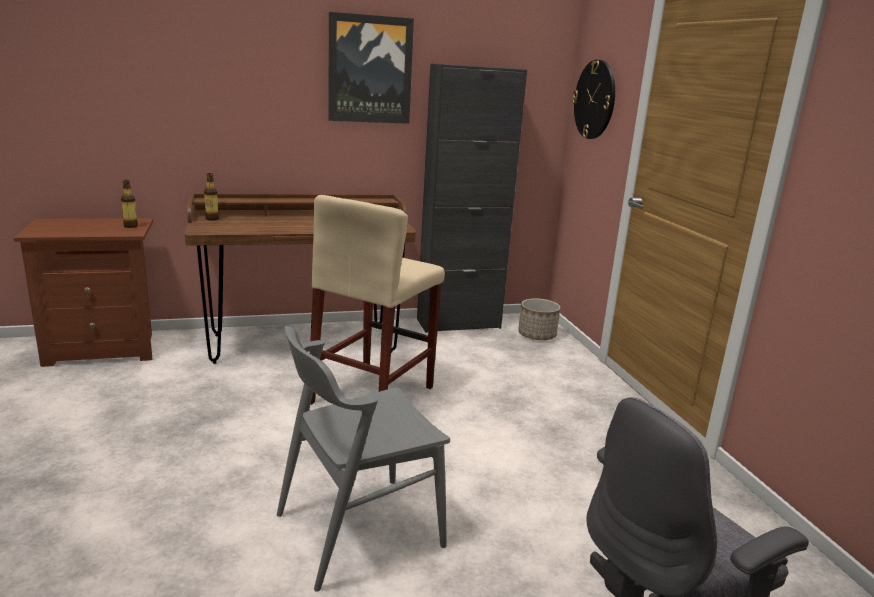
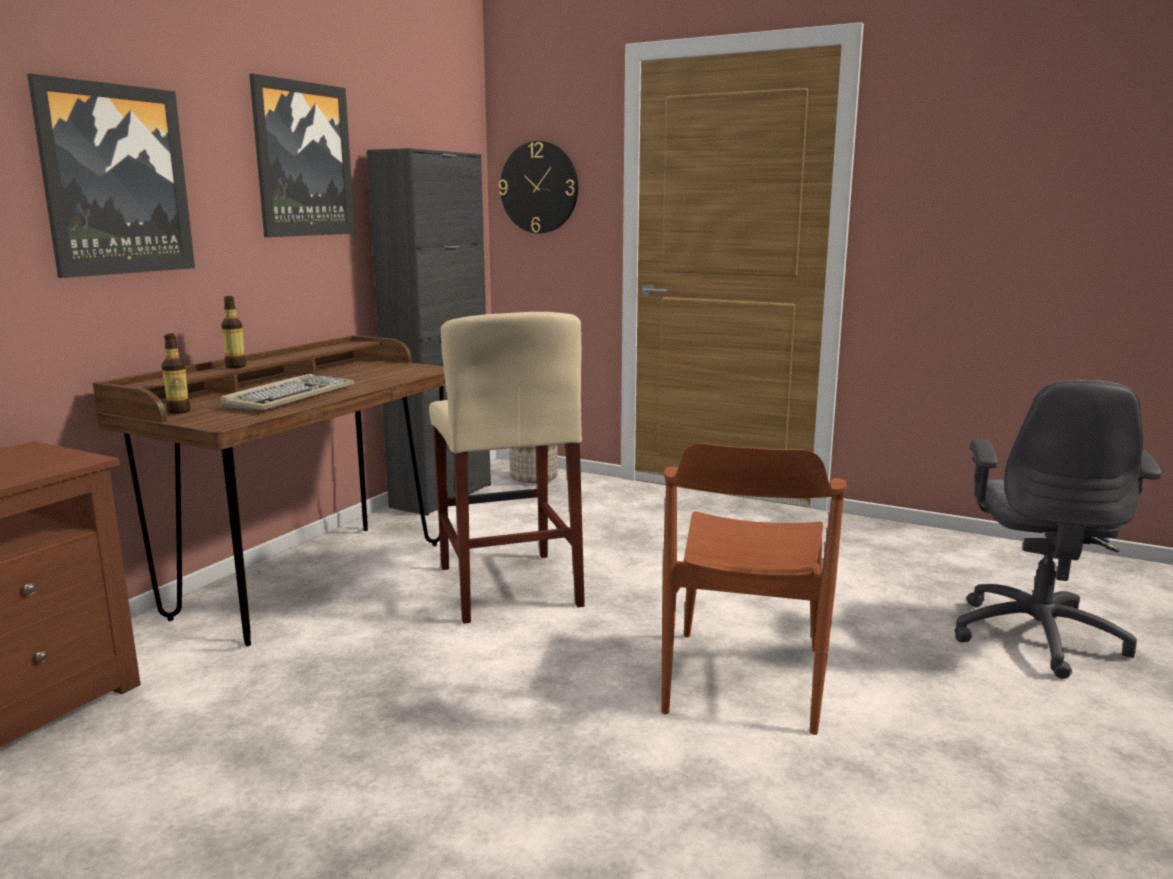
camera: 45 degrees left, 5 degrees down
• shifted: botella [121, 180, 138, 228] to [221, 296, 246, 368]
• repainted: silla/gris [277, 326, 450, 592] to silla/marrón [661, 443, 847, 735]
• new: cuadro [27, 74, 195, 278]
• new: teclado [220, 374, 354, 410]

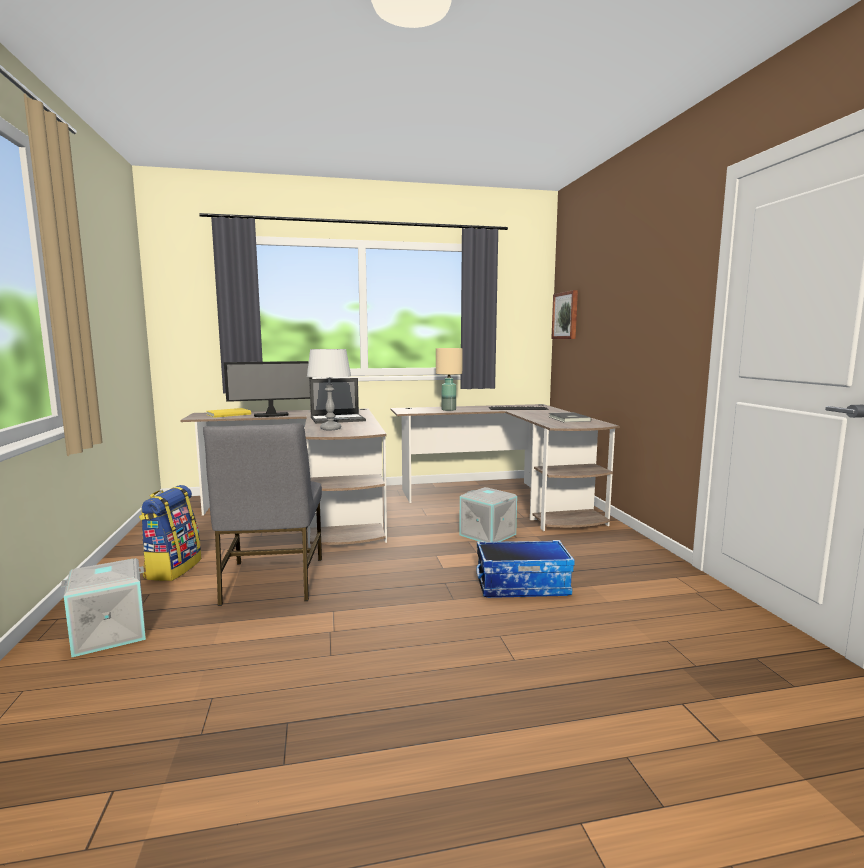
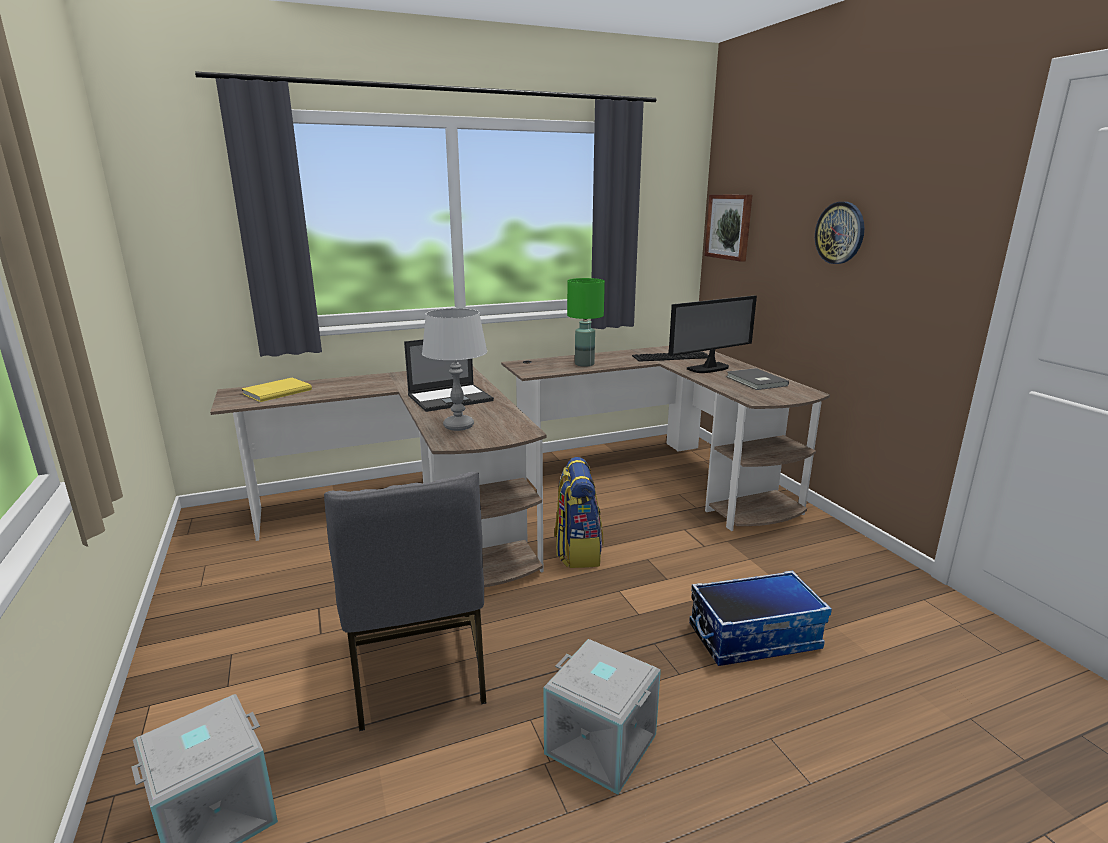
camera: 10 degrees left, 10 degrees up
• shifted: mochila [139, 485, 201, 581] to [554, 457, 603, 568]
• shifted: monitor [224, 361, 312, 417] to [669, 295, 757, 373]
• repainted: lámpara de mesa/beis [436, 348, 463, 411] to lámpara de mesa/verde [567, 278, 605, 367]
• shifted: caja de almacenaje/gris [459, 487, 517, 542] to [544, 639, 661, 795]
• new: reloj de pared [815, 202, 864, 264]

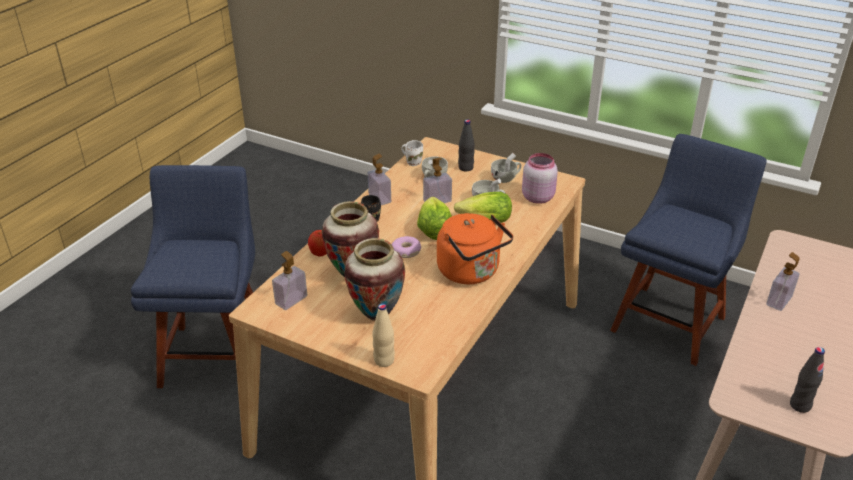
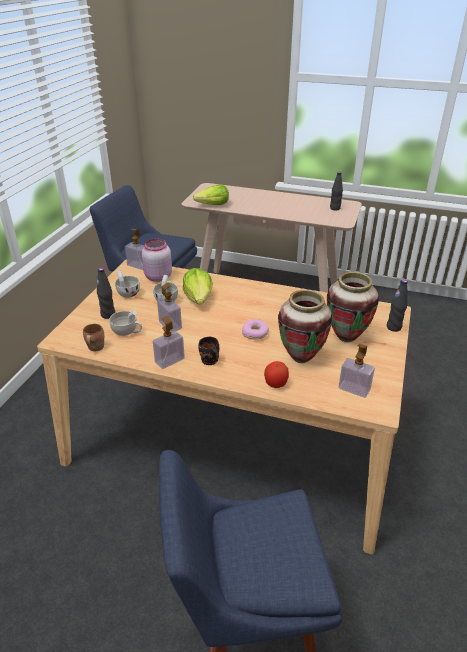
camera: 100 degrees left, 0 degrees up
• repainted: botella/beis [372, 303, 395, 367] to botella/negro [387, 279, 408, 332]
• repainted: taza grande/blanco [401, 140, 423, 166] to taza grande/marrón [83, 324, 104, 351]
• shifted: lechuga [417, 197, 452, 240] to [193, 185, 229, 205]
• gone: hervidor/naranja [437, 213, 513, 284]
• shifted: dispensador de jabón [766, 252, 800, 311] to [125, 229, 144, 270]

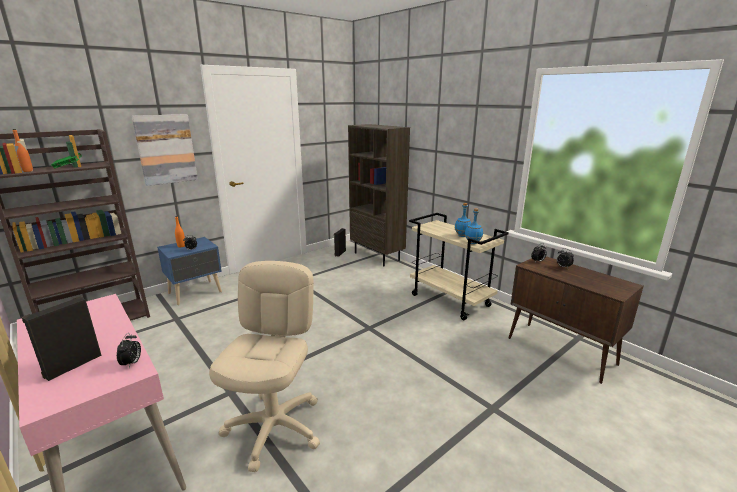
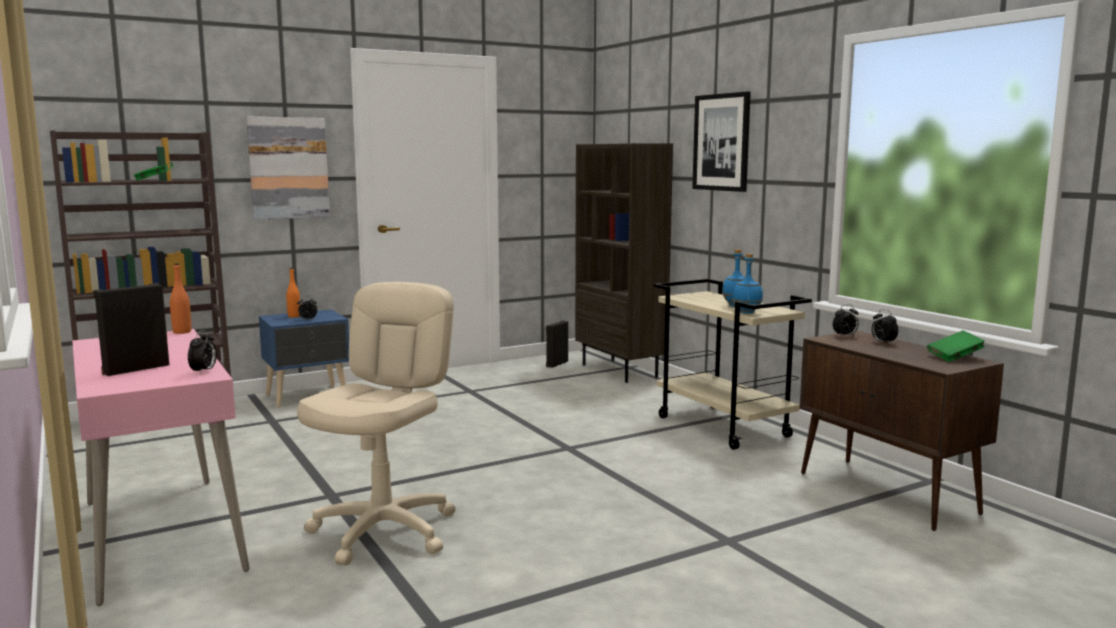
camera: 10 degrees right, 10 degrees down
• shifted: botella/naranja [13, 129, 33, 172] to [170, 263, 191, 334]
• new: cuadro [692, 91, 751, 192]
• new: libro/verde [927, 330, 985, 362]

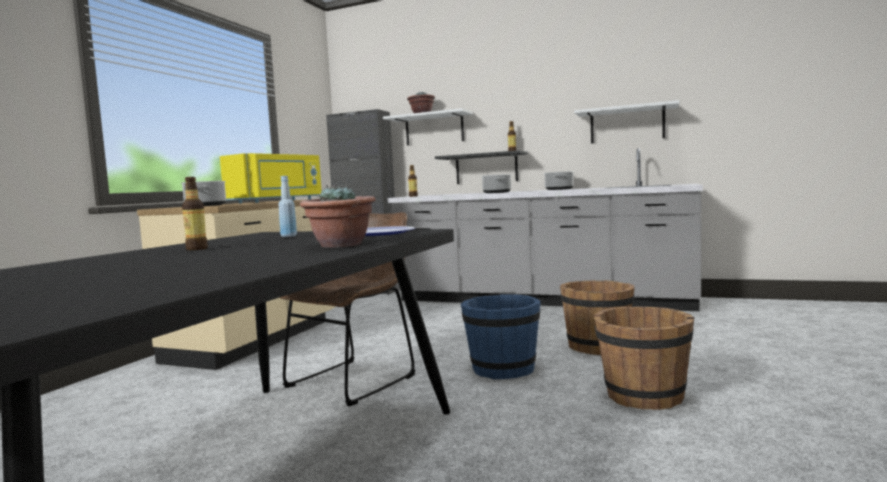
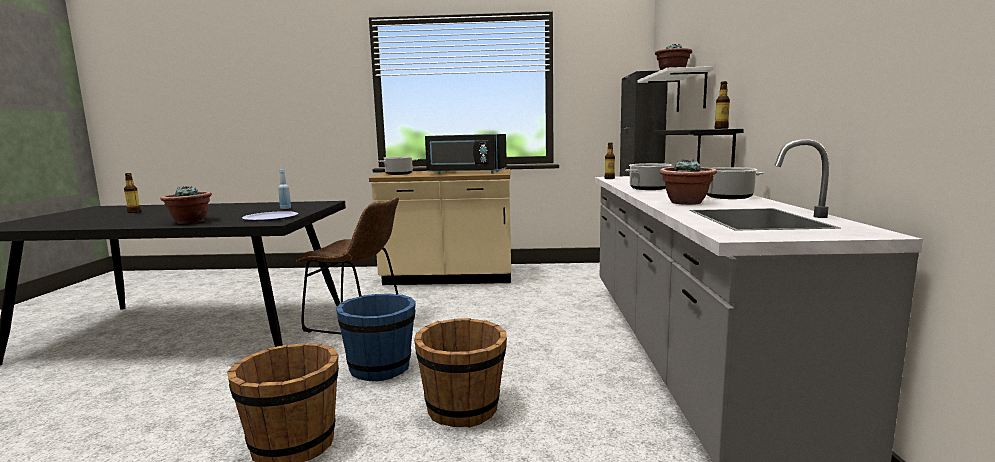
camera: 70 degrees right, 5 degrees up
• shifted: botella [182, 177, 208, 250] to [124, 173, 141, 213]
• repainted: microondas/amarillo [220, 153, 321, 203] to microondas/negro [425, 134, 507, 174]
• gone: estante/blanco [574, 100, 679, 144]
• new: planta en maceta [660, 159, 717, 205]

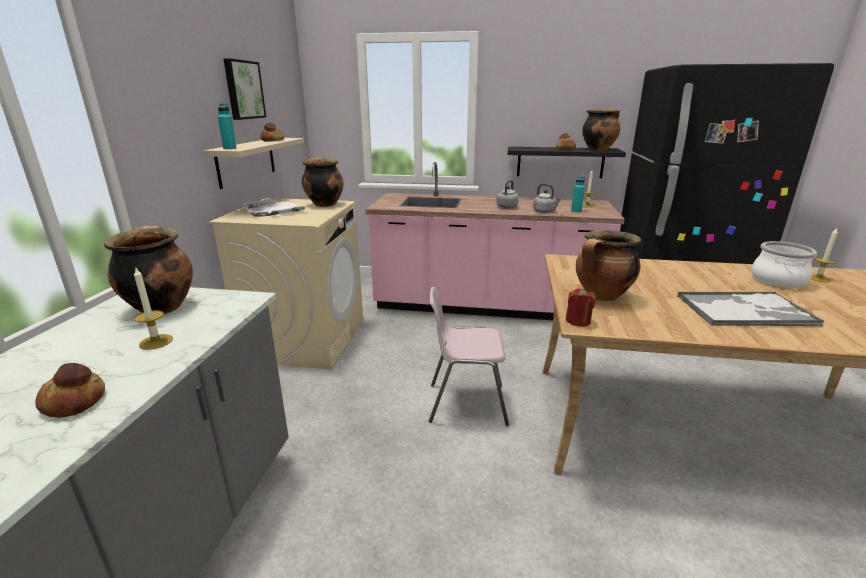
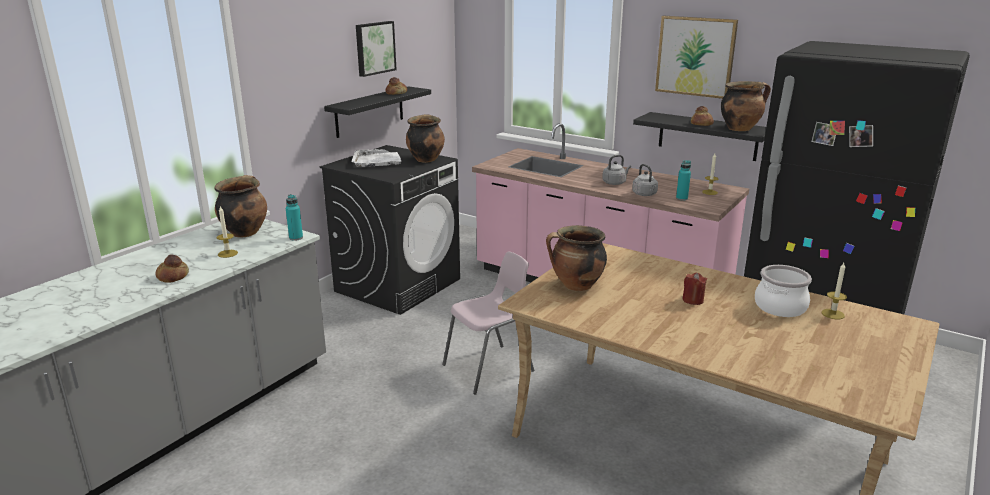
camera: 25 degrees right, 0 degrees up
• repainted: estante/beis [204, 138, 304, 189] to estante/negro [324, 86, 431, 138]
• repainted: lavadora/beis [209, 198, 363, 370] to lavadora/negro [319, 145, 460, 315]
• shifted: botella/turquesa [218, 103, 237, 149] to [286, 194, 303, 241]
• rotated: silla/rosa [429, 287, 509, 426] = [442, 251, 534, 394] 120 degrees clockwise
• shifted: vela/rojo [566, 288, 596, 327] to [682, 273, 707, 305]
• gone: bandeja [677, 291, 824, 326]
• new: cuadro [655, 16, 738, 99]

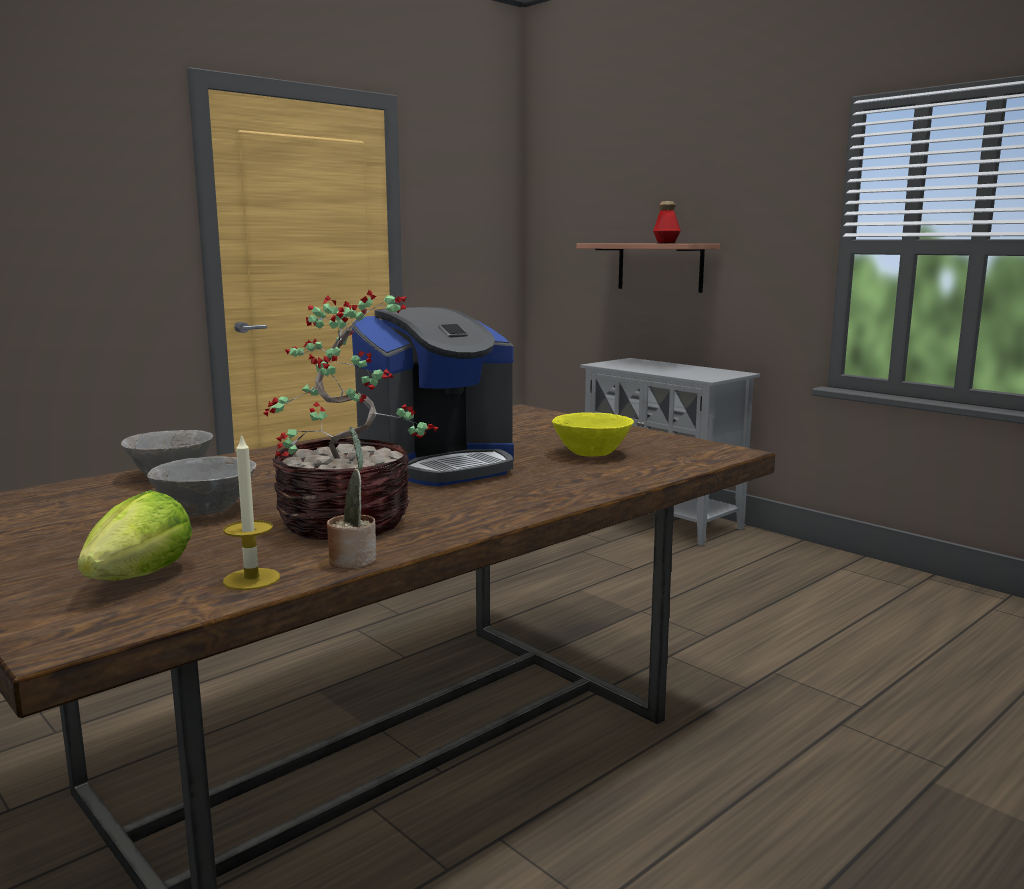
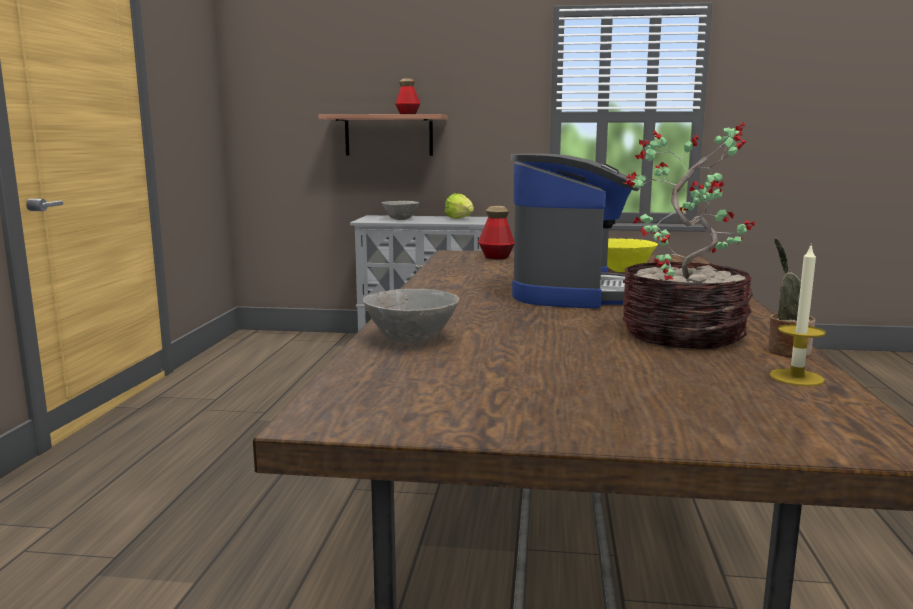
camera: 40 degrees left, 0 degrees up
• shifted: lechuga [78, 490, 192, 580] to [445, 193, 474, 219]
• shifted: cuenco/gris [147, 456, 257, 516] to [381, 201, 419, 220]
• new: botella [478, 206, 514, 259]

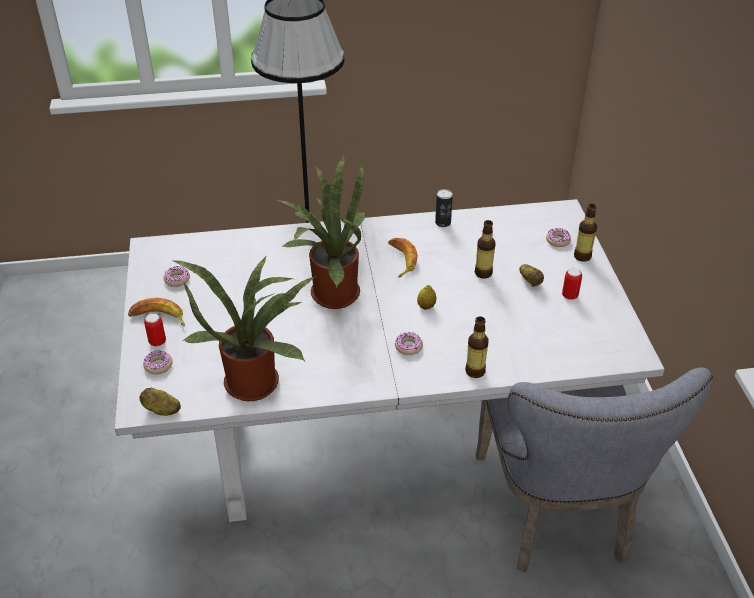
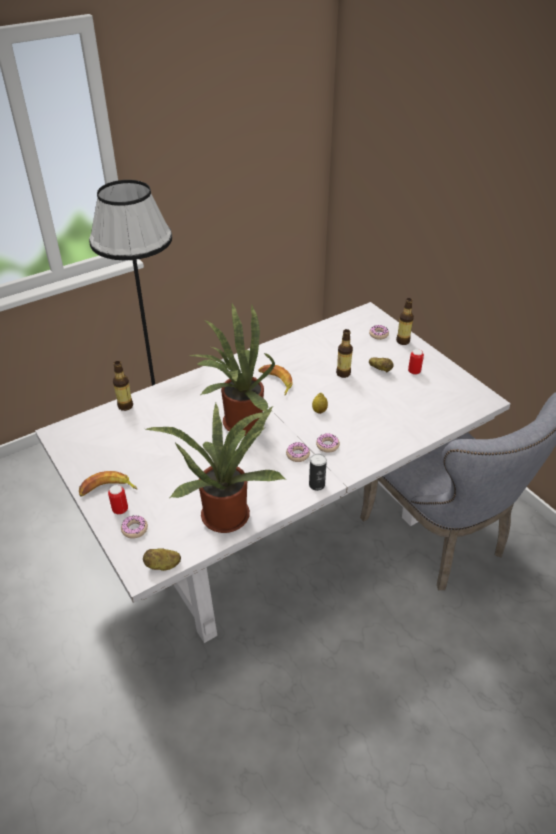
camera: 25 degrees left, 0 degrees up
• shifted: rosquilla [163, 266, 190, 287] to [286, 442, 310, 462]
• shifted: lata [435, 189, 453, 227] to [309, 454, 327, 491]
• shifted: botella [465, 316, 489, 378] to [113, 361, 133, 411]

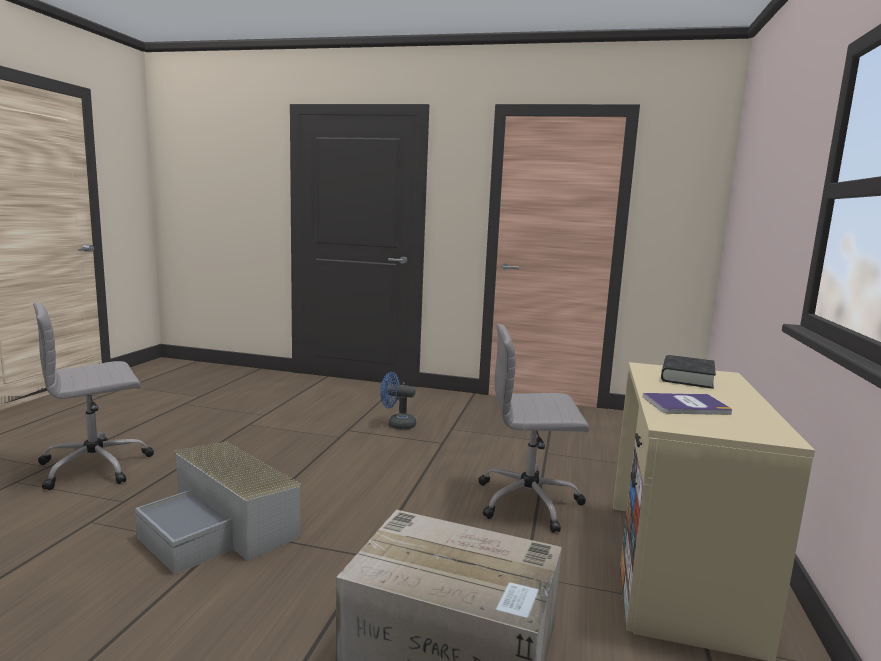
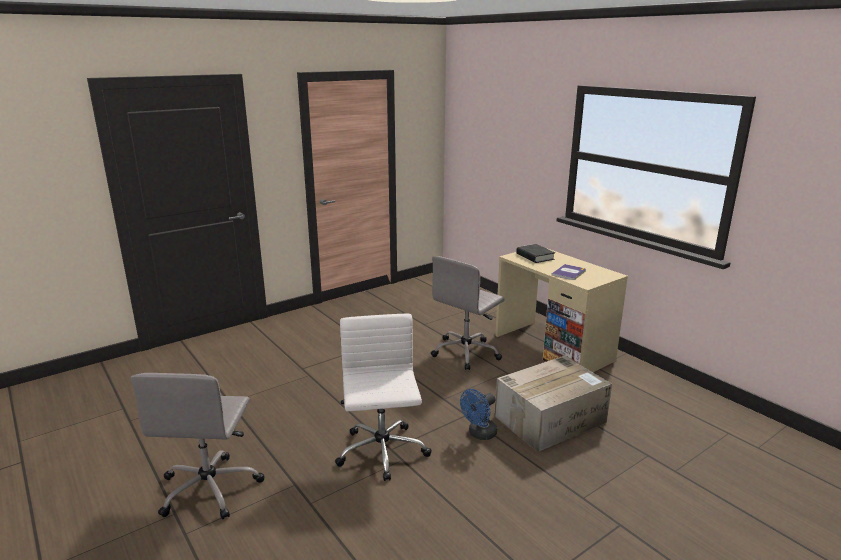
camera: 50 degrees left, 10 degrees up
• swapped: caja de almacenaje/gris [135, 441, 301, 575] to silla de oficina/blanco [335, 314, 432, 481]
• shifted: ventilador/azul [380, 372, 416, 429] to [460, 389, 497, 440]

